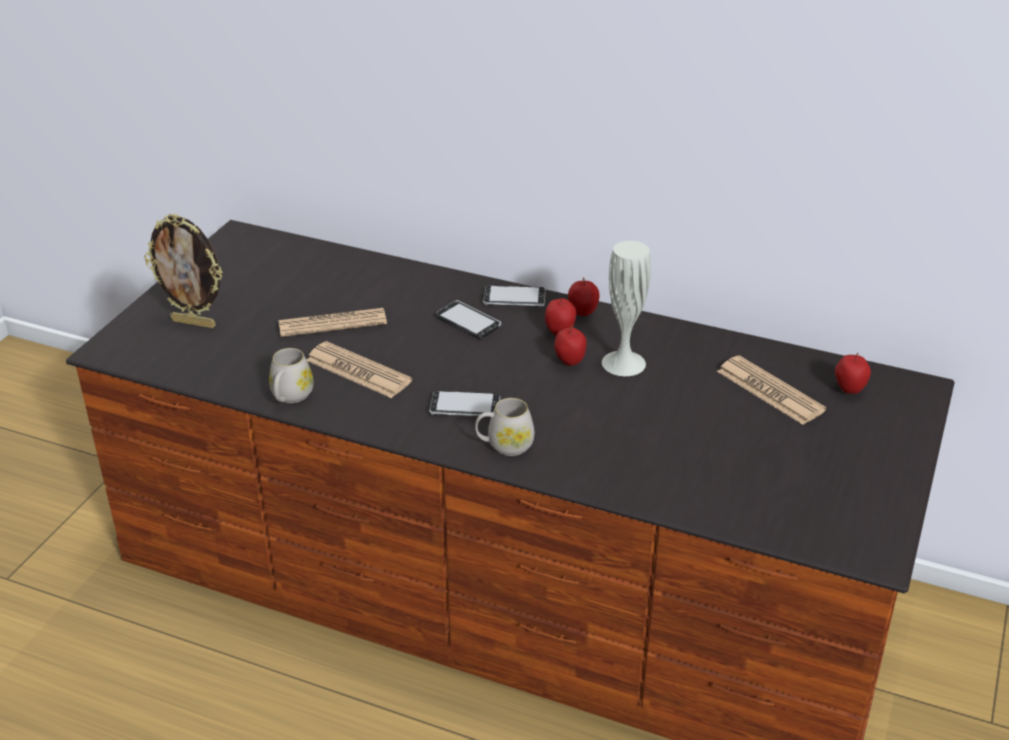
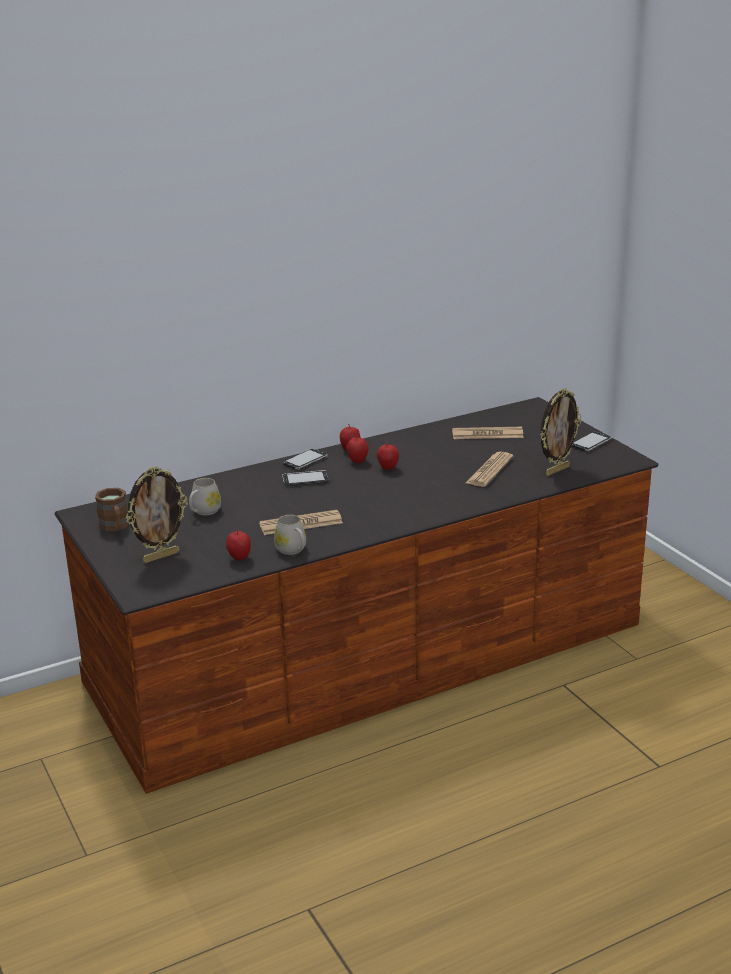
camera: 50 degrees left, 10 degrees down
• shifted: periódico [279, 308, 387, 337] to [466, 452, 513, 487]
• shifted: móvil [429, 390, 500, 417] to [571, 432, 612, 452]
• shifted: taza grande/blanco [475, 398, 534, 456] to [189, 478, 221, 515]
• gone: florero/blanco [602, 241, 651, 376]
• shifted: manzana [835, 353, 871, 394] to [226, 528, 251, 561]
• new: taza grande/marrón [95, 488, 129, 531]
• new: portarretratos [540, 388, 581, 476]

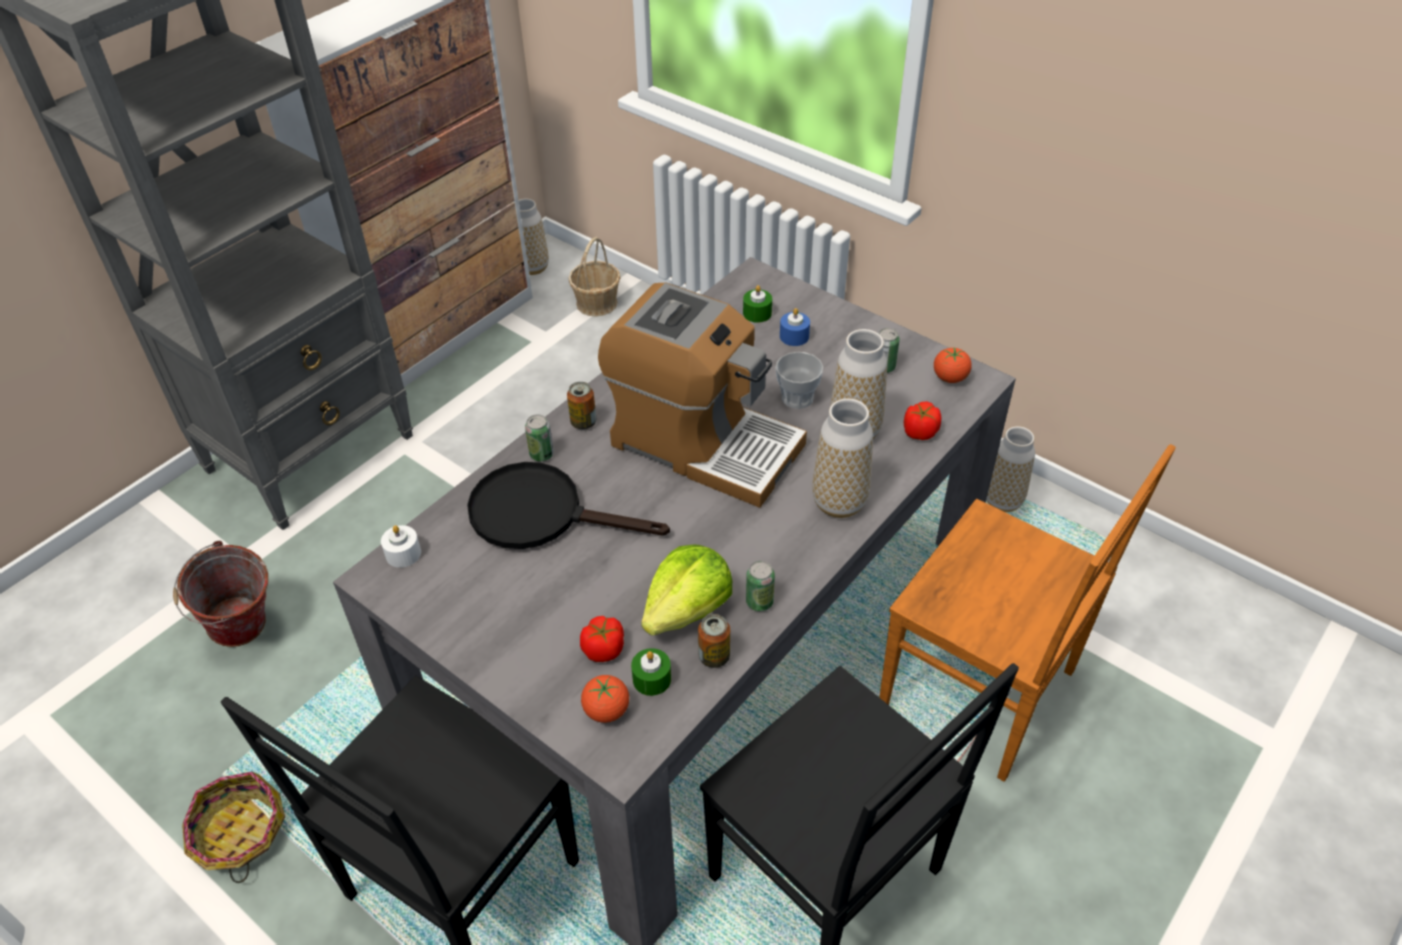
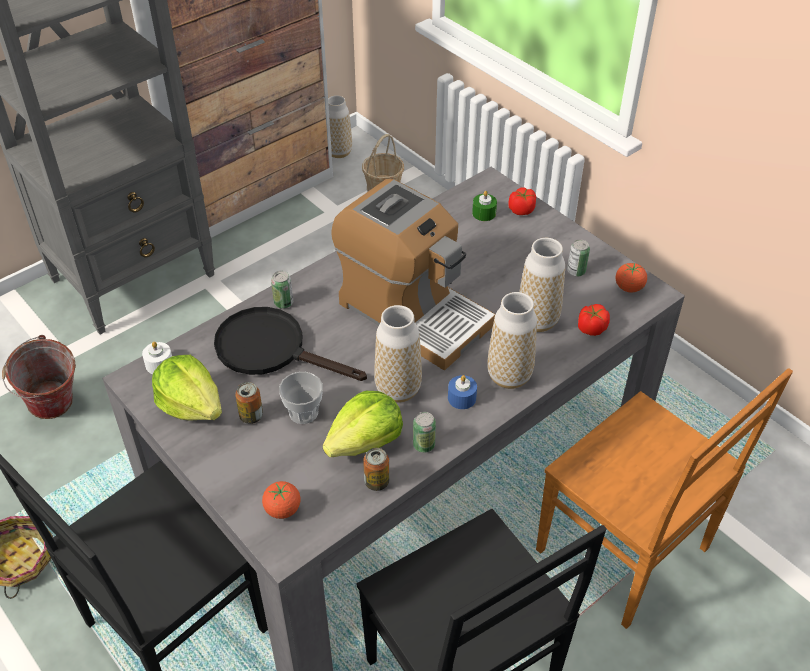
camera: 10 degrees right, 0 degrees up
• shifted: lata [567, 382, 596, 429] to [235, 382, 263, 424]
• shifted: tomate [580, 616, 624, 662] to [508, 187, 536, 215]
• gone: vela/verde [631, 648, 671, 696]
• shifted: taza [776, 352, 824, 409] to [279, 372, 323, 424]
• shifted: vela/azul [780, 308, 810, 346] to [448, 375, 477, 409]
• shifted: florero [986, 426, 1035, 512] to [374, 305, 422, 403]
• new: lechuga [152, 355, 222, 421]

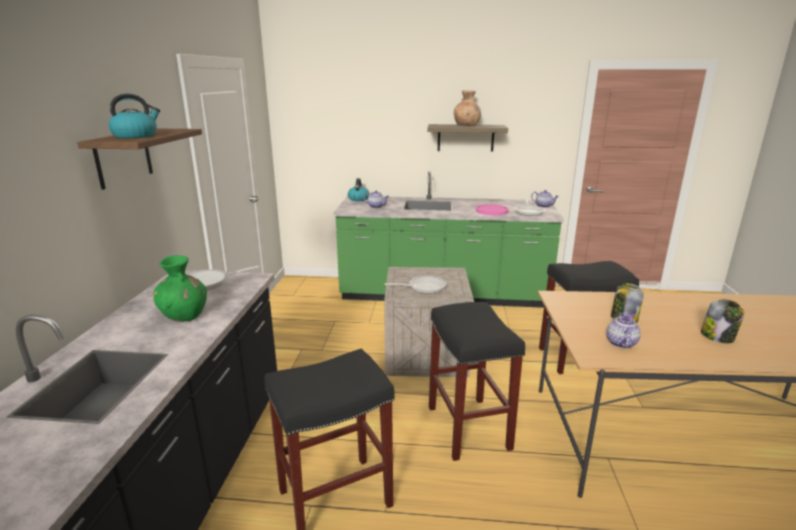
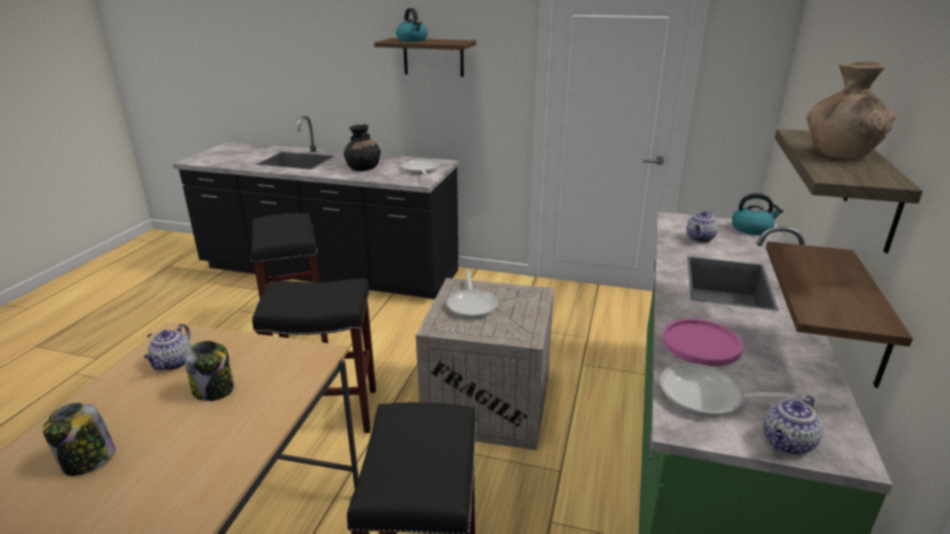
camera: 100 degrees right, 5 degrees up
• repainted: florero/verde [153, 255, 207, 322] to florero/negro [344, 124, 381, 171]
• rotated: tetera [606, 313, 641, 349] = [144, 324, 191, 370] 75 degrees clockwise
• new: estante [766, 241, 913, 388]

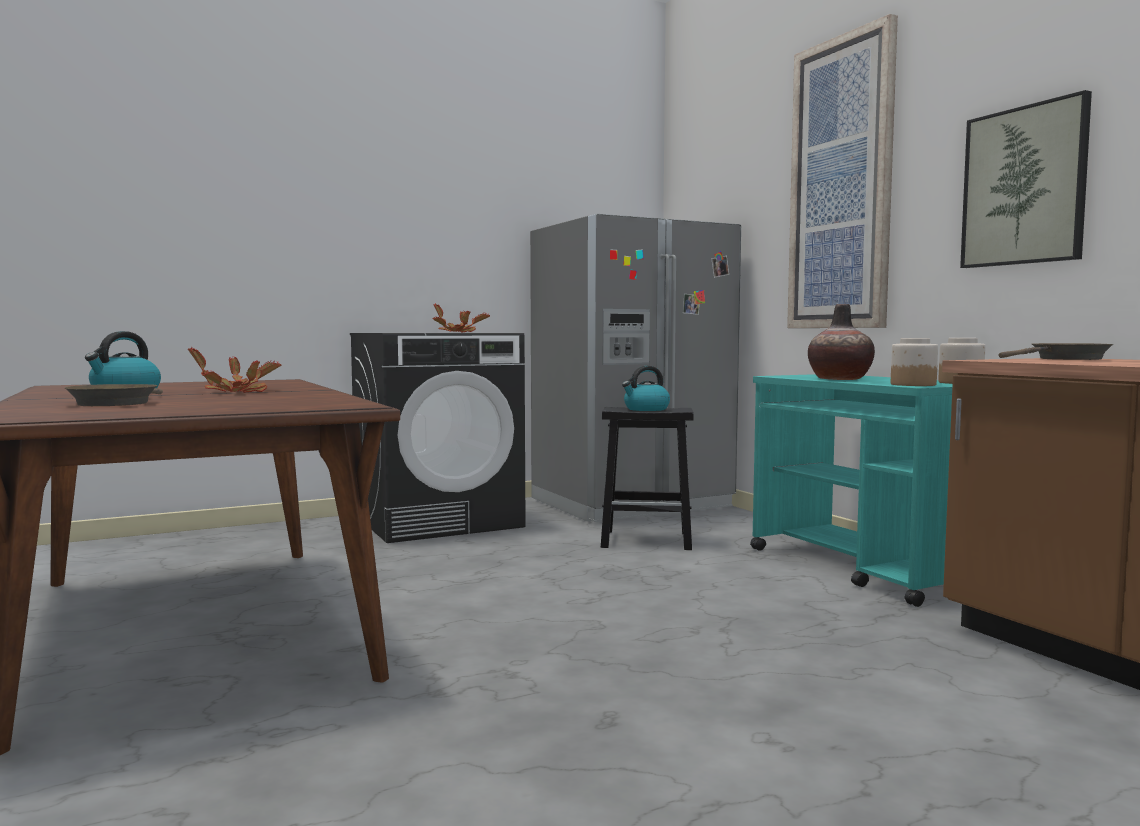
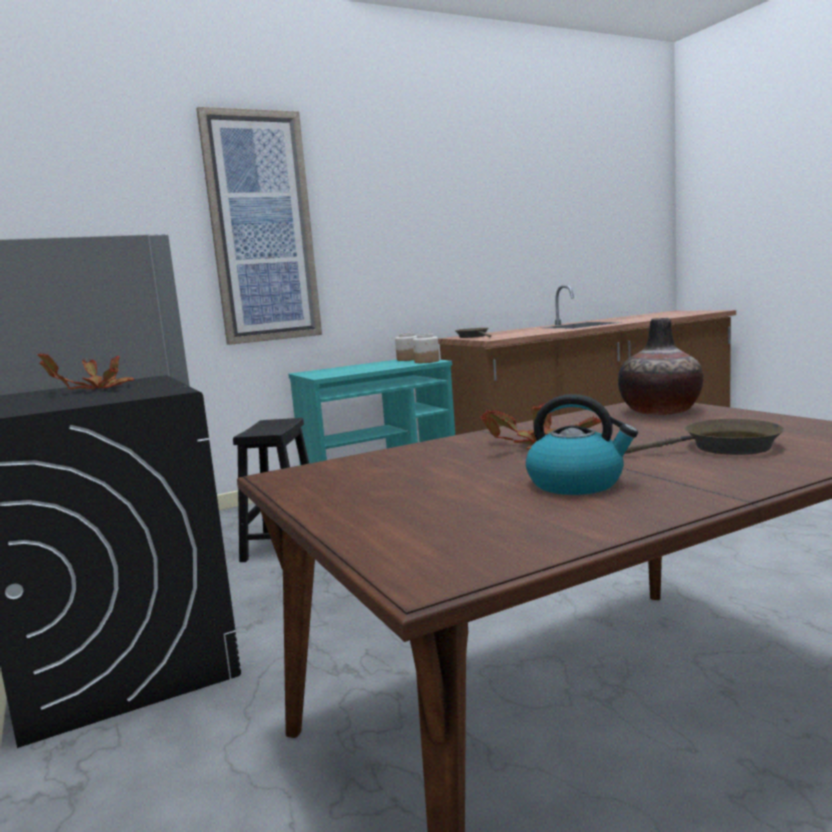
camera: 90 degrees left, 5 degrees up
• gone: hervidor [622, 366, 670, 411]
• shifted: florero [808, 304, 875, 380] to [618, 318, 703, 415]
• gone: cuadro [960, 90, 1092, 268]

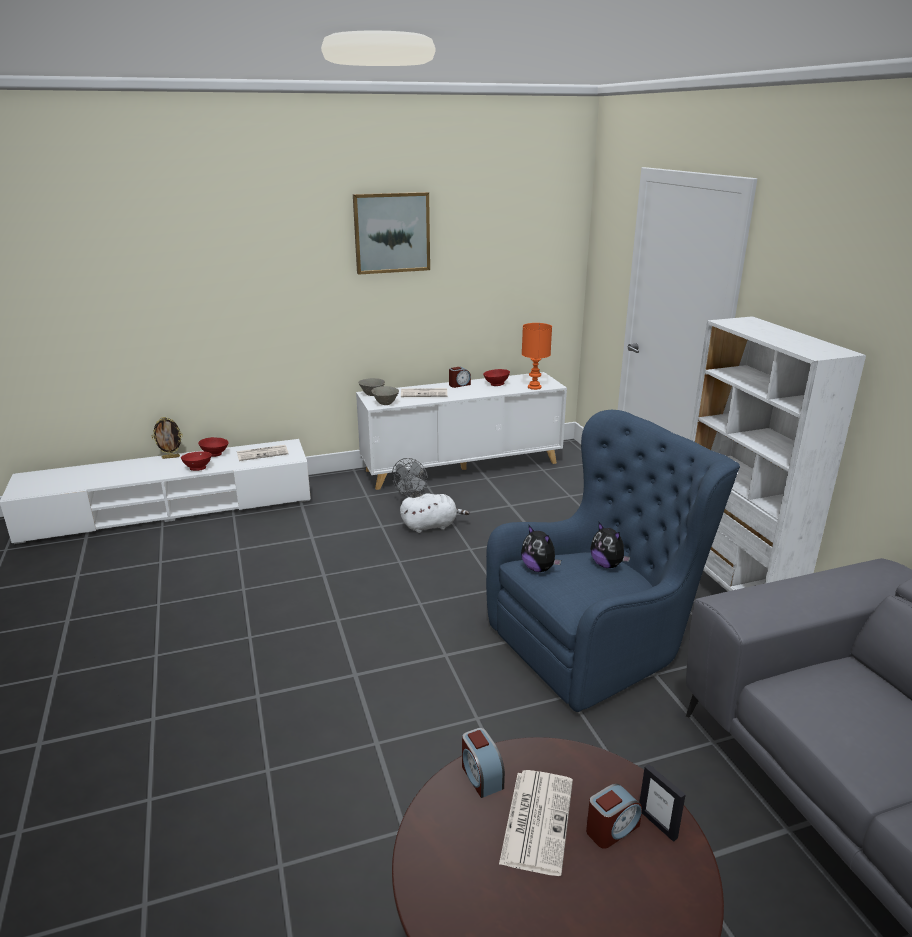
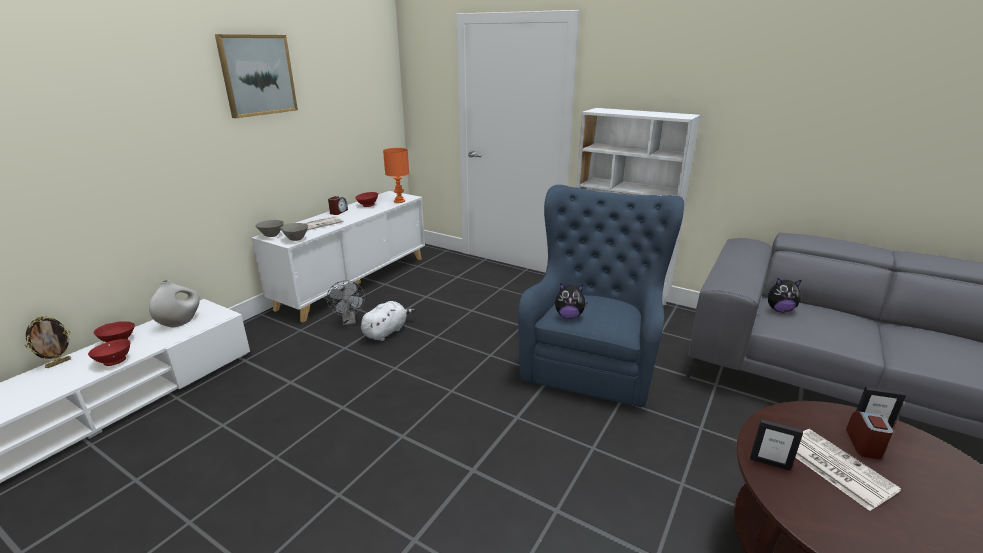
camera: 40 degrees left, 0 degrees up
• swapped: periódico [237, 445, 289, 461] to florero/blanco [149, 280, 200, 327]
• swapped: despertador [462, 728, 505, 798] to portarretratos [750, 419, 803, 471]
• shifted: peluche [591, 523, 630, 568] to [768, 278, 801, 312]

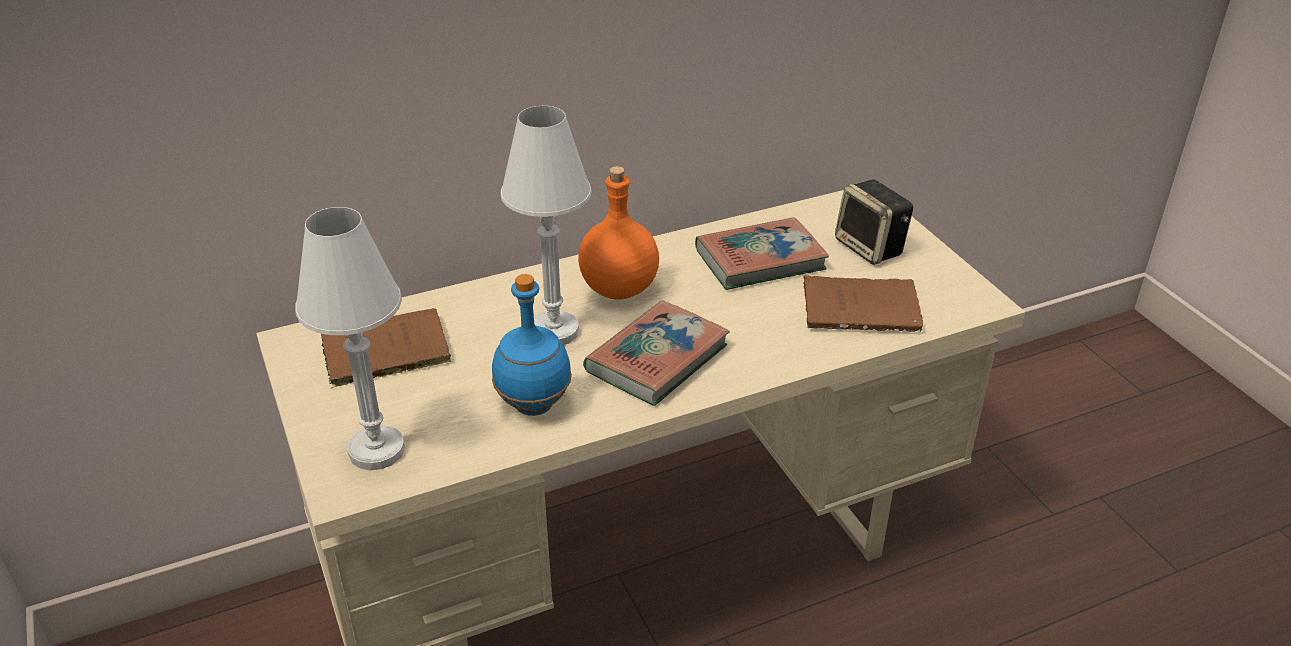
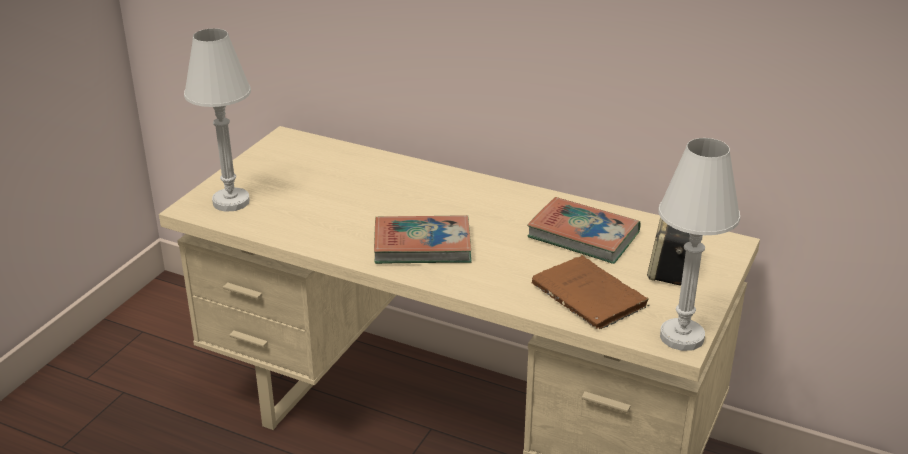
camera: 50 degrees right, 5 degrees down
• gone: libro/marrón [321, 308, 451, 389]
• gone: botella/azul [492, 274, 572, 416]
• shifted: lámpara de mesa/blanco [500, 106, 592, 345] to [658, 138, 740, 351]
• gone: botella/naranja [578, 166, 659, 300]

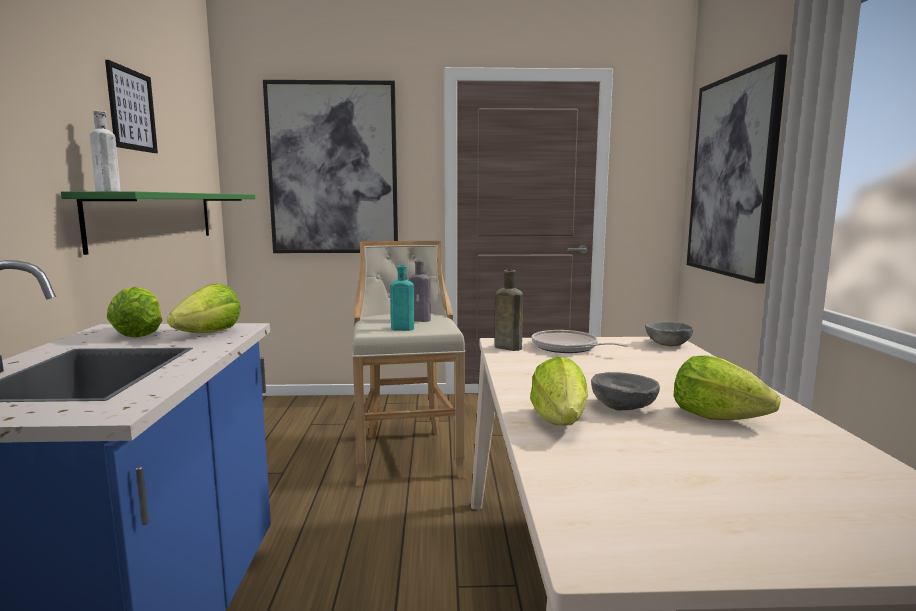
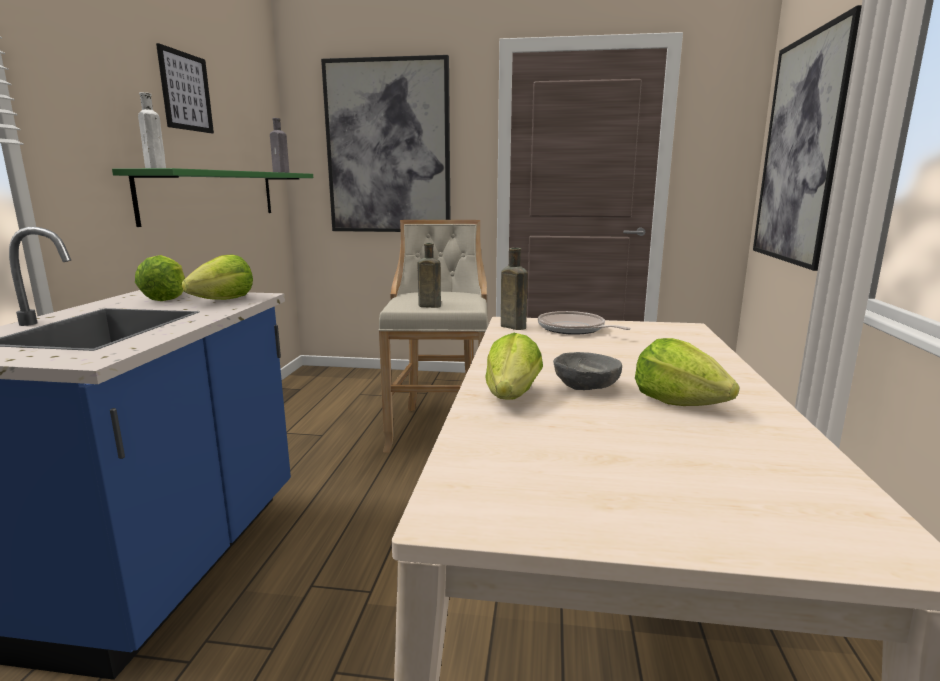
camera: 10 degrees right, 5 degrees up
• repainted: botella/turquesa [390, 265, 414, 331] to botella/marrón [418, 243, 441, 308]
• shifted: botella/gris [409, 261, 431, 322] to [270, 118, 289, 173]
• gone: cuenco/gris [645, 322, 694, 346]

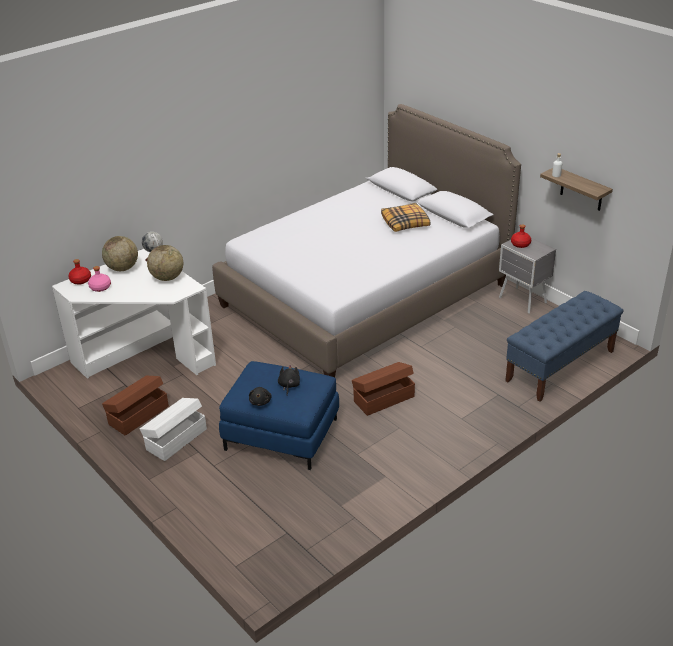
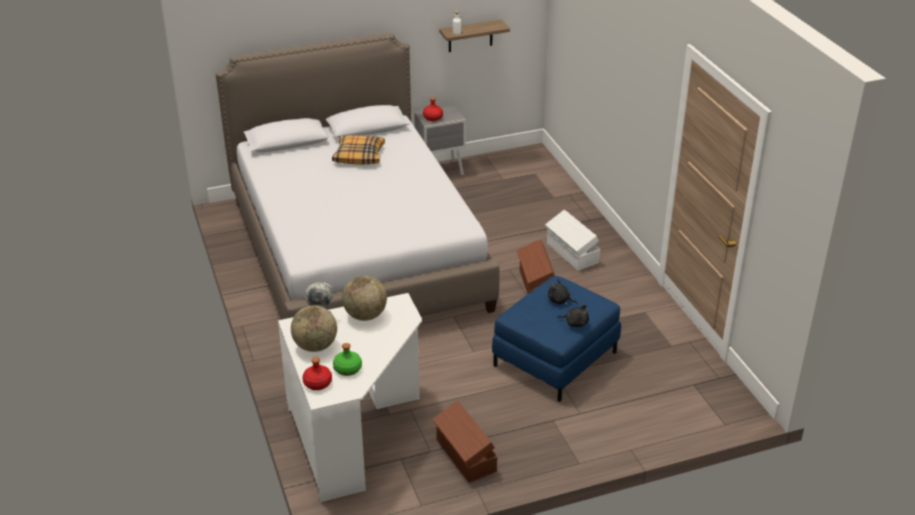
camera: 70 degrees left, 0 degrees up
• repainted: botella/rosa [88, 266, 111, 292] to botella/verde [333, 343, 362, 376]
• shifted: caja de almacenaje/blanco [140, 398, 207, 461] to [545, 210, 600, 271]
• gone: banco/azul [505, 291, 624, 402]

